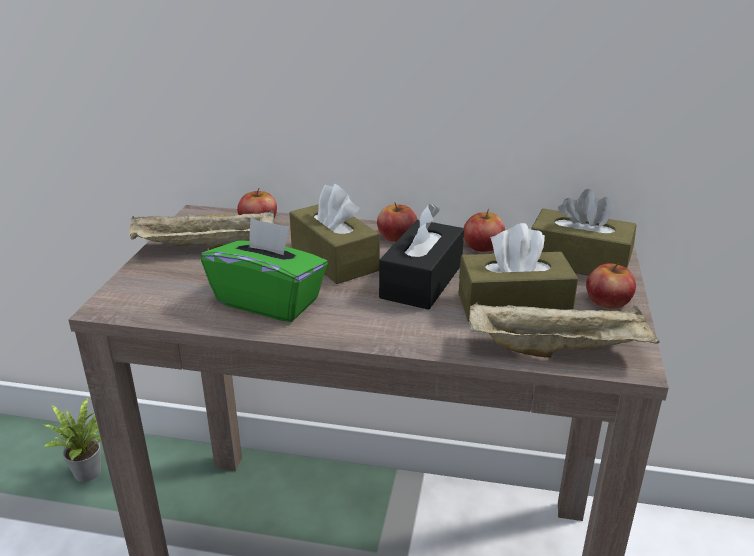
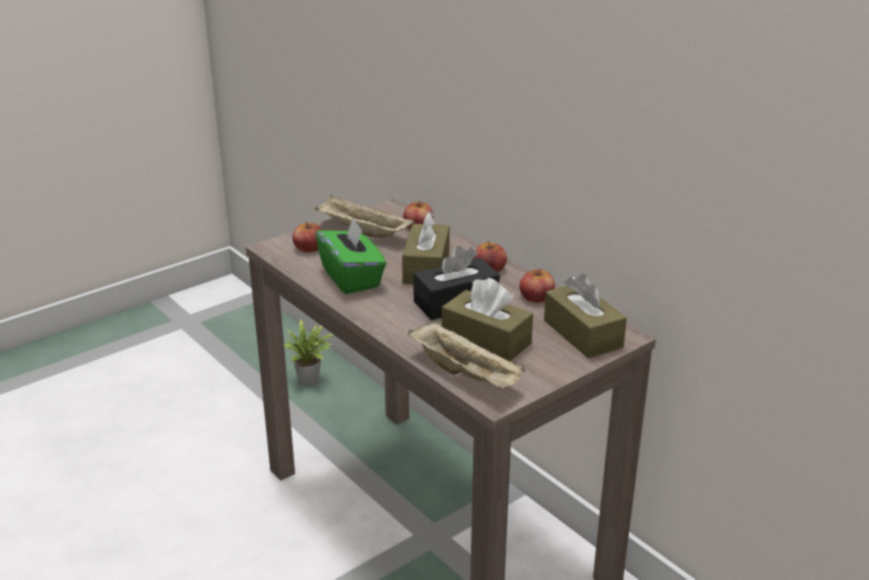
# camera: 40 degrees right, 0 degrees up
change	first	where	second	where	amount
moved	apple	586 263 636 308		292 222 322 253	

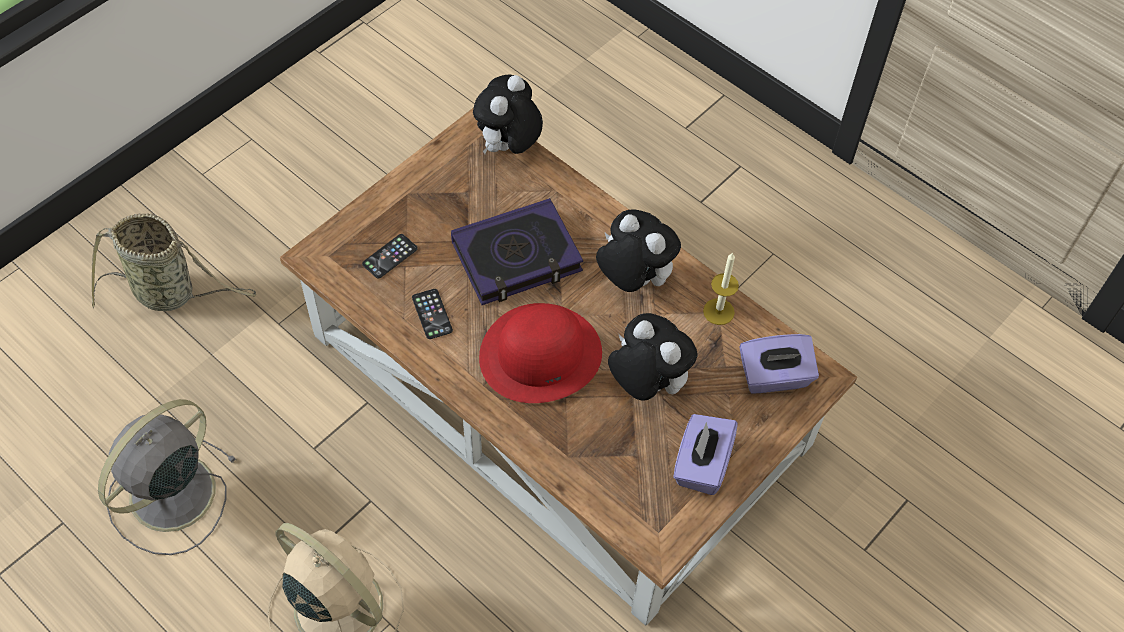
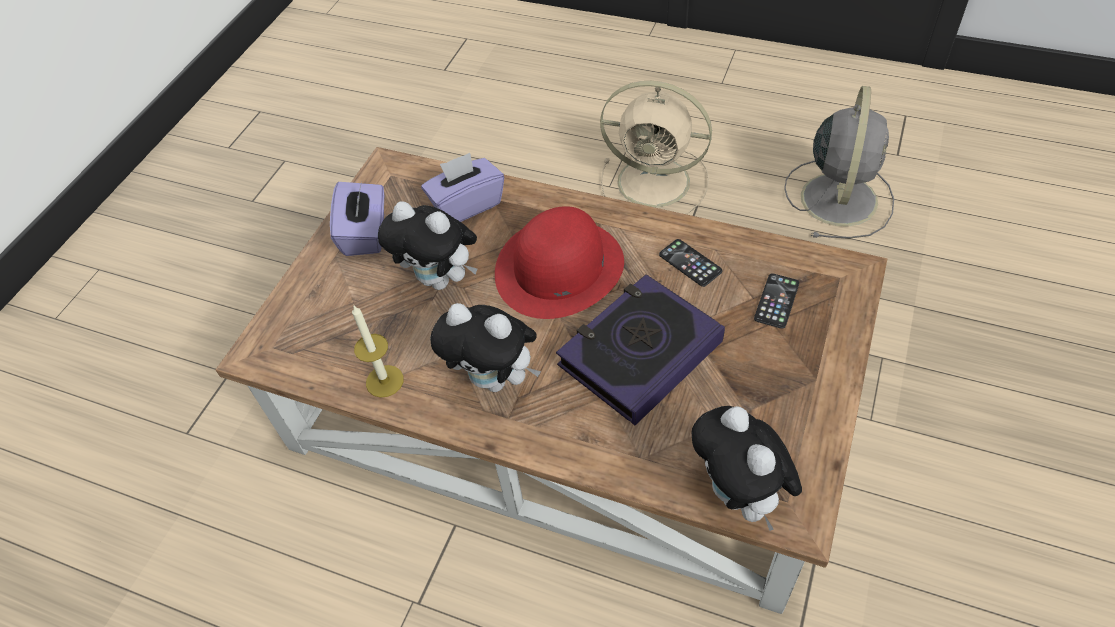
# camera: 165 degrees right, 5 degrees down
change	first	where	second	where	amount
removed	basket	92 214 256 311			
moved	purple tissue box	740 334 819 393		421 153 504 222	
turned	plush toy	473 74 543 154		692 406 802 531	150 degrees clockwise

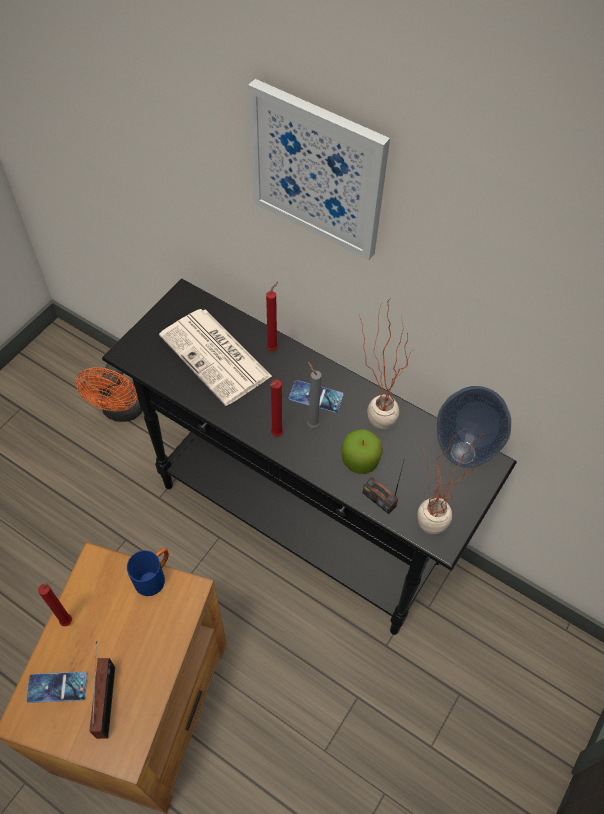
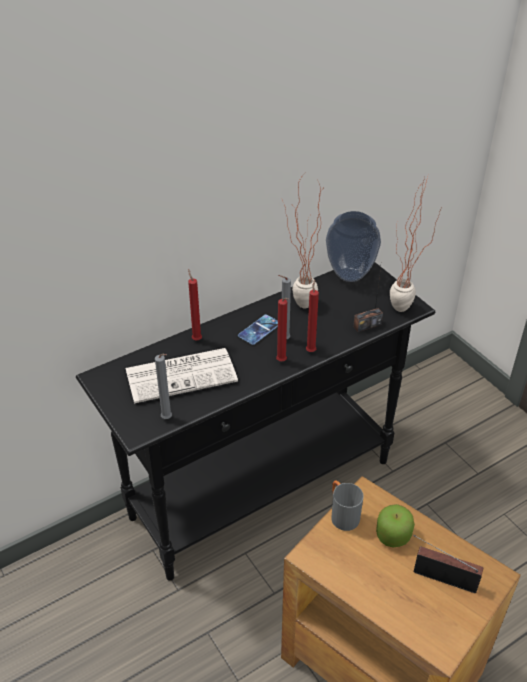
# camera: 65 degrees left, 15 degrees down
change	first	where	second	where	amount
removed	phone	26 672 87 703			
removed	orange fan	75 363 143 422			
removed	picture	248 79 390 260			
added			grey candle	155 353 172 419	
moved	red candle	38 581 72 626		306 279 319 352	
moved	apple	342 429 383 474		376 504 415 547	
recoloured	blue mug	127 548 169 596	grey mug	331 480 363 531	

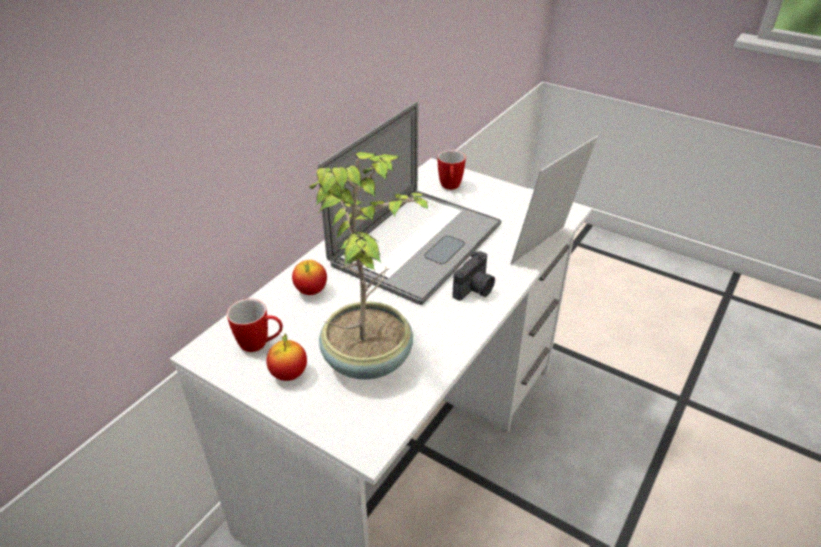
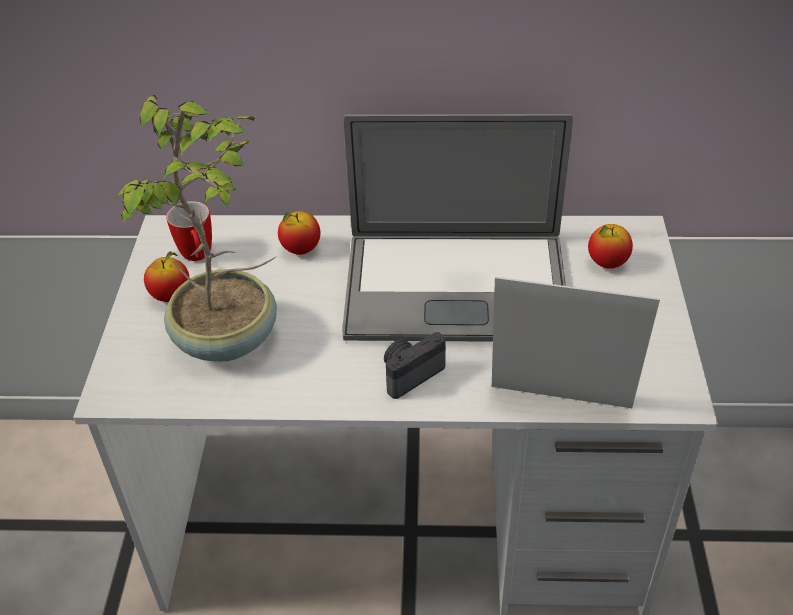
# camera: 60 degrees right, 5 degrees up
change	first	where	second	where	amount
replaced	mug	438 150 466 190	apple	588 224 633 269	
turned	photo camera	452 251 495 301		384 332 446 399	135 degrees clockwise

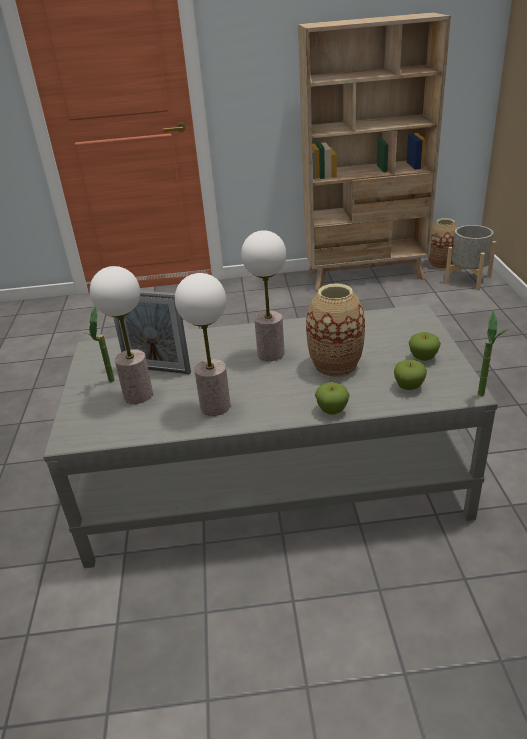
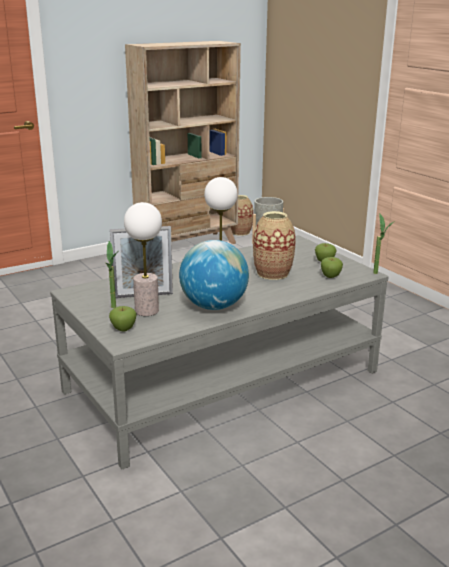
# camera: 30 degrees left, 10 degrees down
change	first	where	second	where	amount
moved	apple	315 382 350 415		109 306 136 331	
replaced	table lamp	175 273 231 416	globe	179 240 249 310	

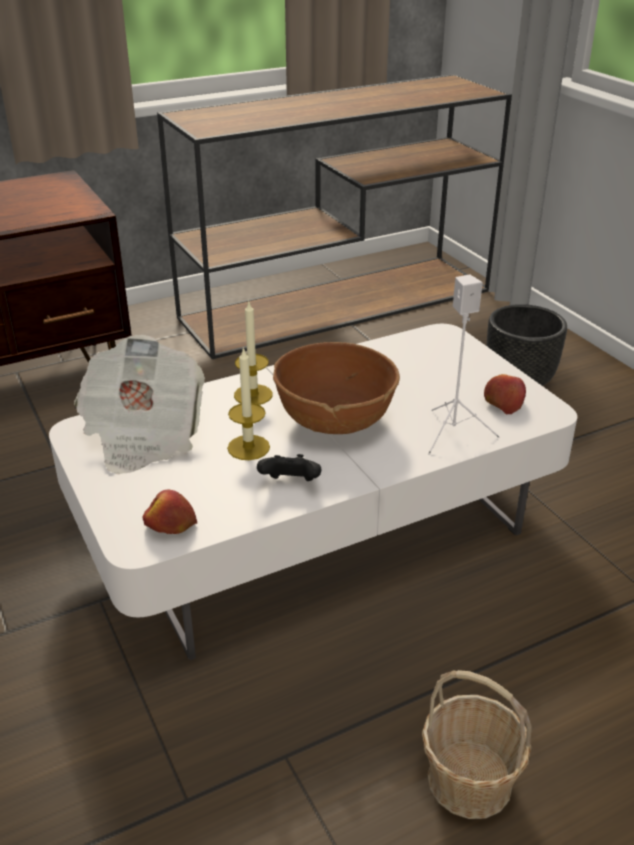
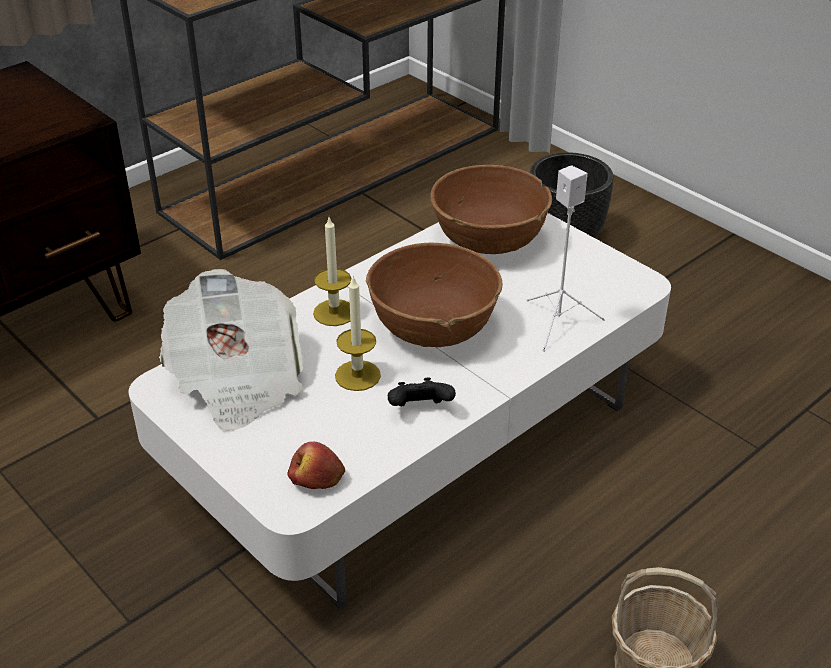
# camera: 15 degrees left, 5 degrees up
change	first	where	second	where	amount
removed	apple	484 374 526 414			
added			brown bowl	430 165 552 254	

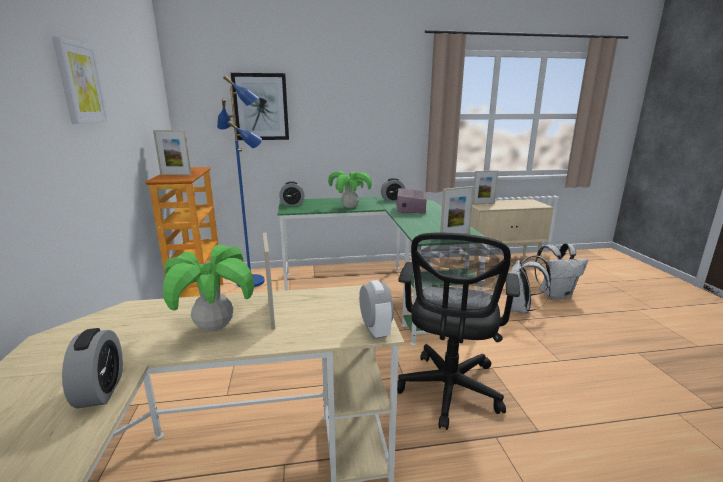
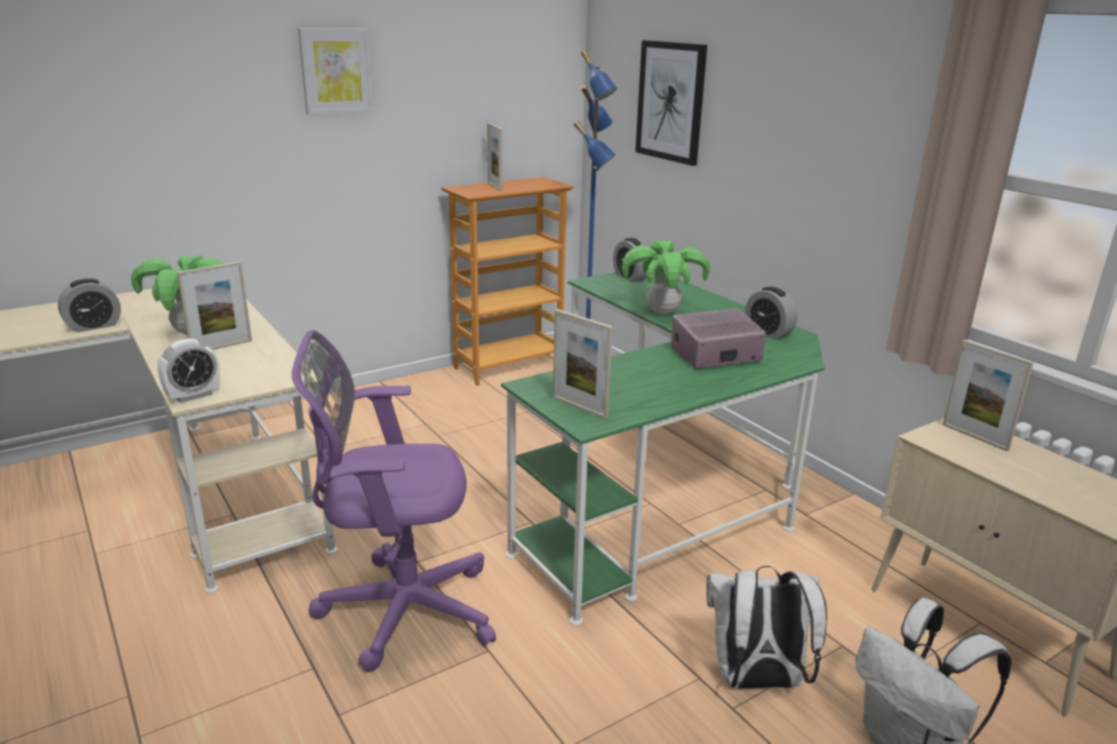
# camera: 65 degrees right, 5 degrees up
change	first	where	second	where	amount
recoloured	black office chair	397 233 520 430	purple office chair	292 330 496 672	

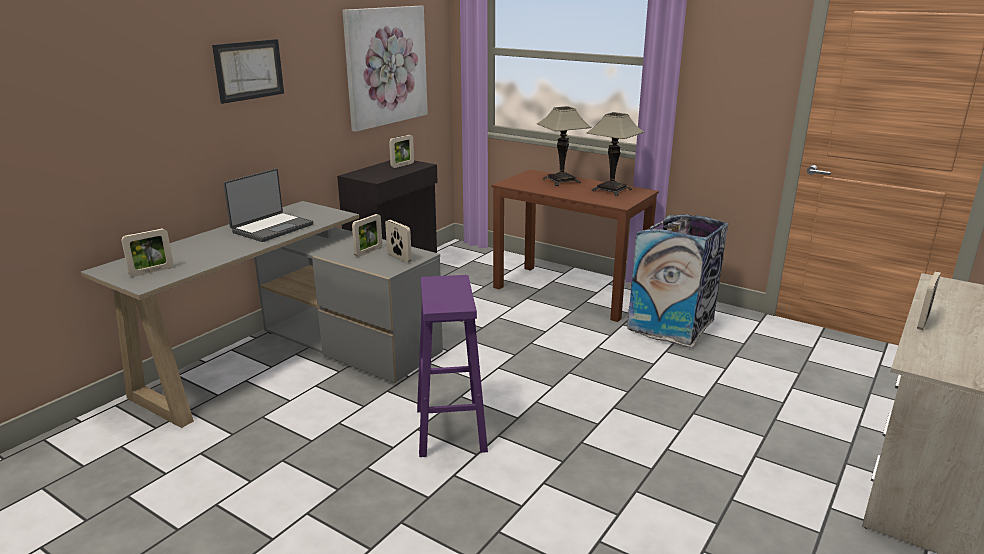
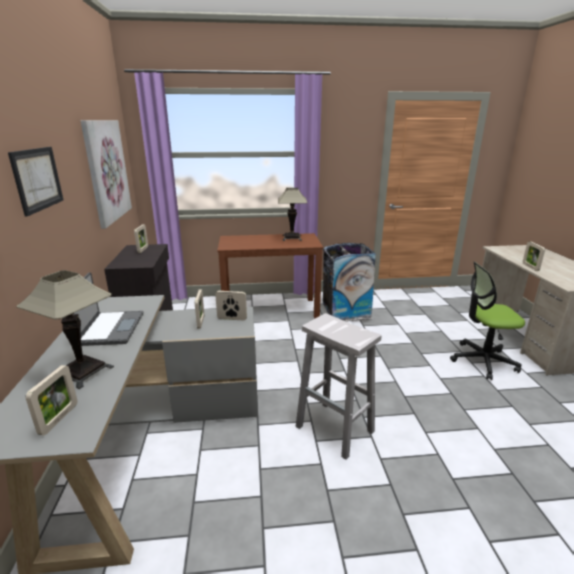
# camera: 40 degrees left, 0 degrees up
change	first	where	second	where	amount
added			office chair	450 261 525 380	
moved	table lamp	537 106 592 186		16 270 114 389	
recoloured	purple stool	417 275 488 457	white stool	296 313 381 460	

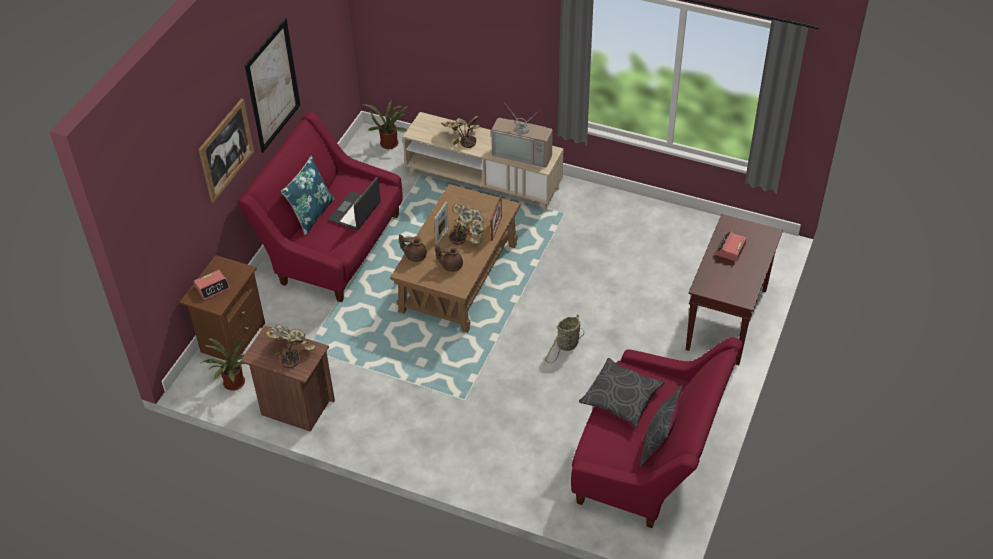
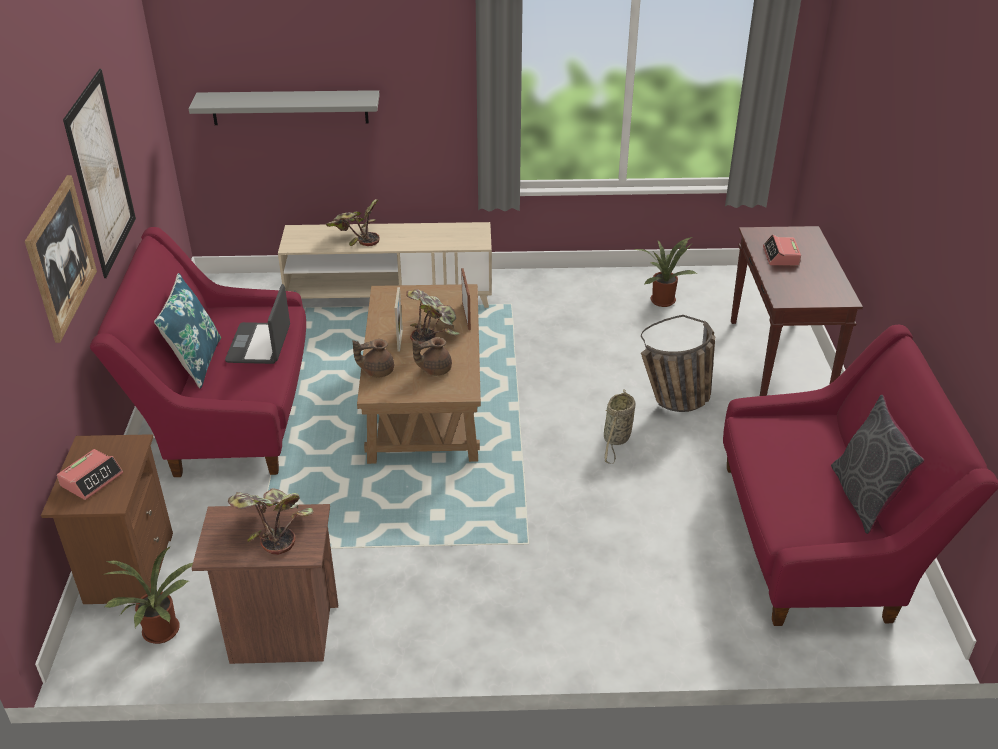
# camera: 25 degrees left, 10 degrees down
change	first	where	second	where	amount
removed	television	491 102 553 168			
removed	grey pillow	579 358 665 428			
added			grey shelf	188 90 380 125	
added			basket	641 315 715 412	
moved	potted plant	363 101 409 149		634 237 697 307	

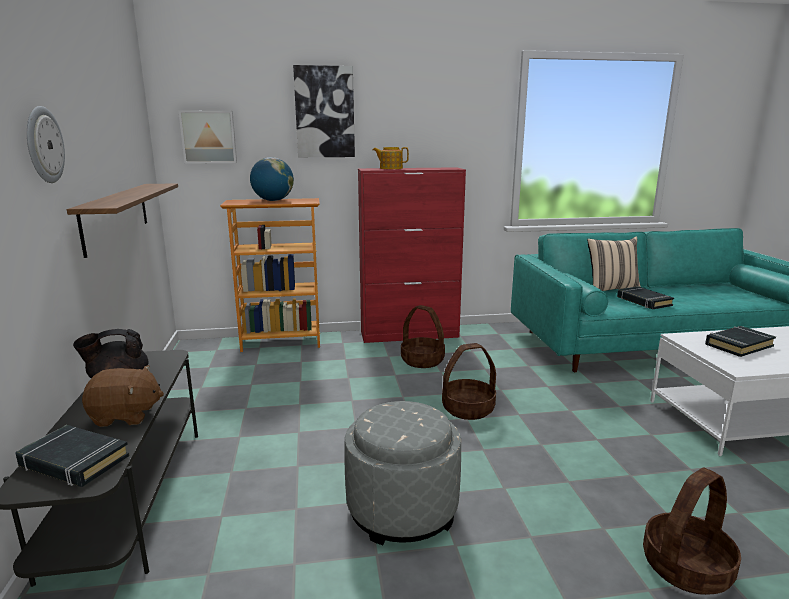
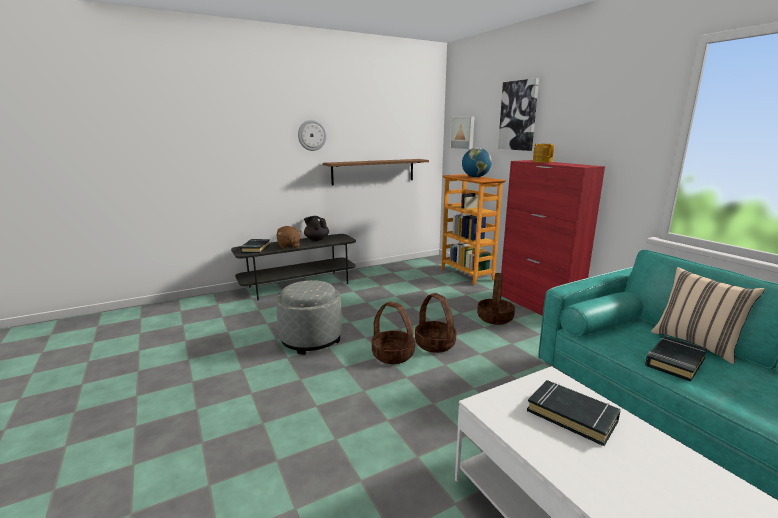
# camera: 70 degrees right, 0 degrees up
change	first	where	second	where	amount
moved	basket	643 468 741 595		372 302 415 364	

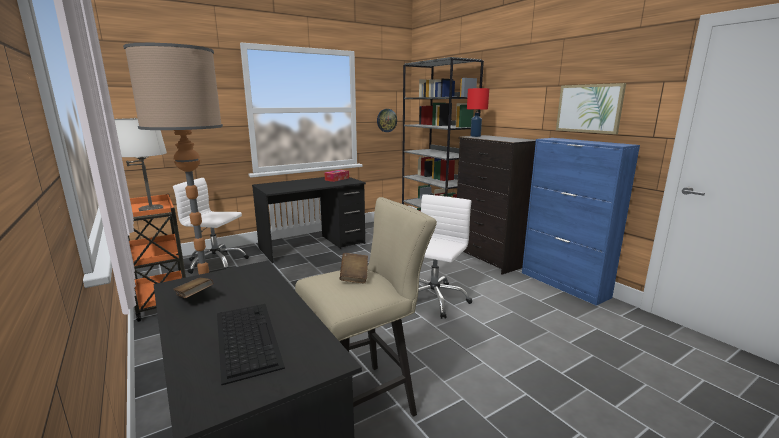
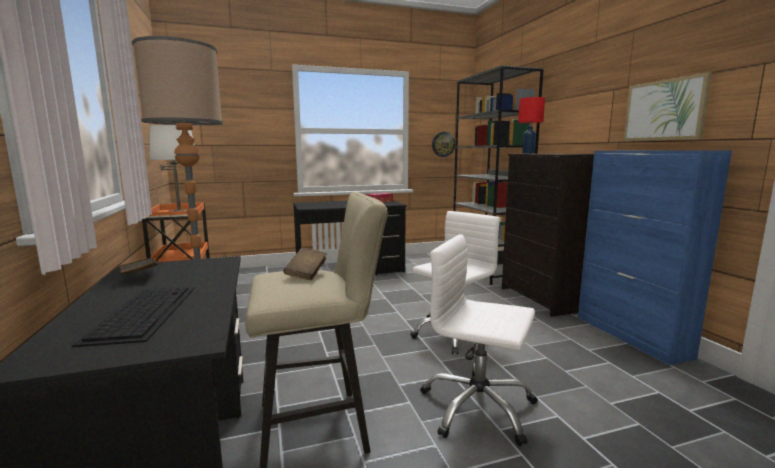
# camera: 15 degrees right, 5 degrees down
change	first	where	second	where	amount
moved	white office chair	173 178 249 274		421 234 538 446	

